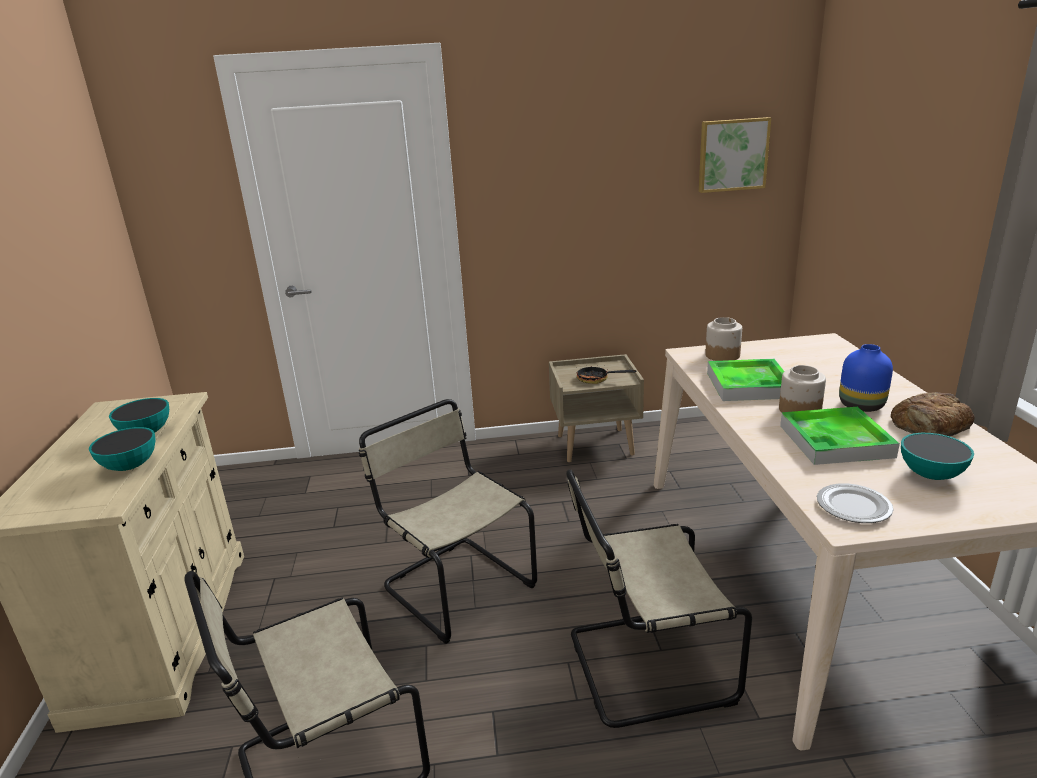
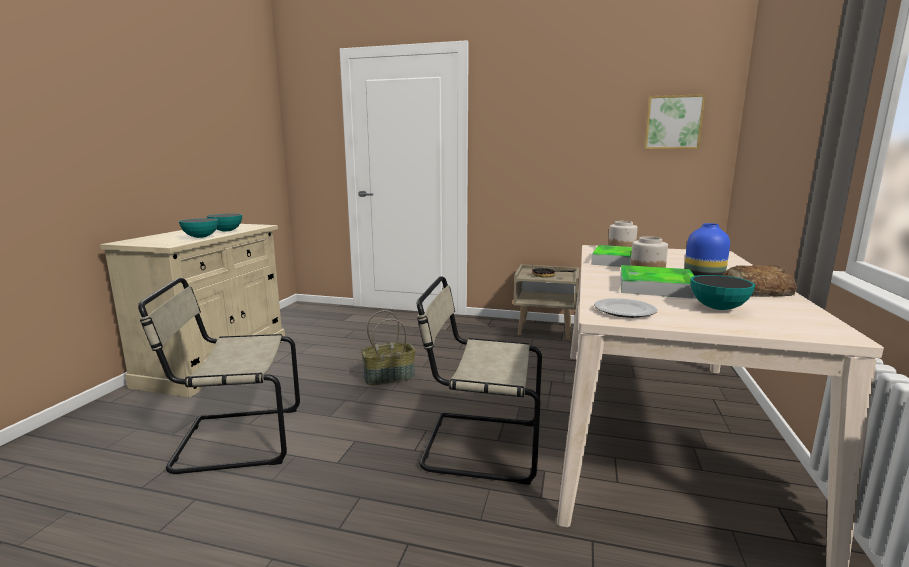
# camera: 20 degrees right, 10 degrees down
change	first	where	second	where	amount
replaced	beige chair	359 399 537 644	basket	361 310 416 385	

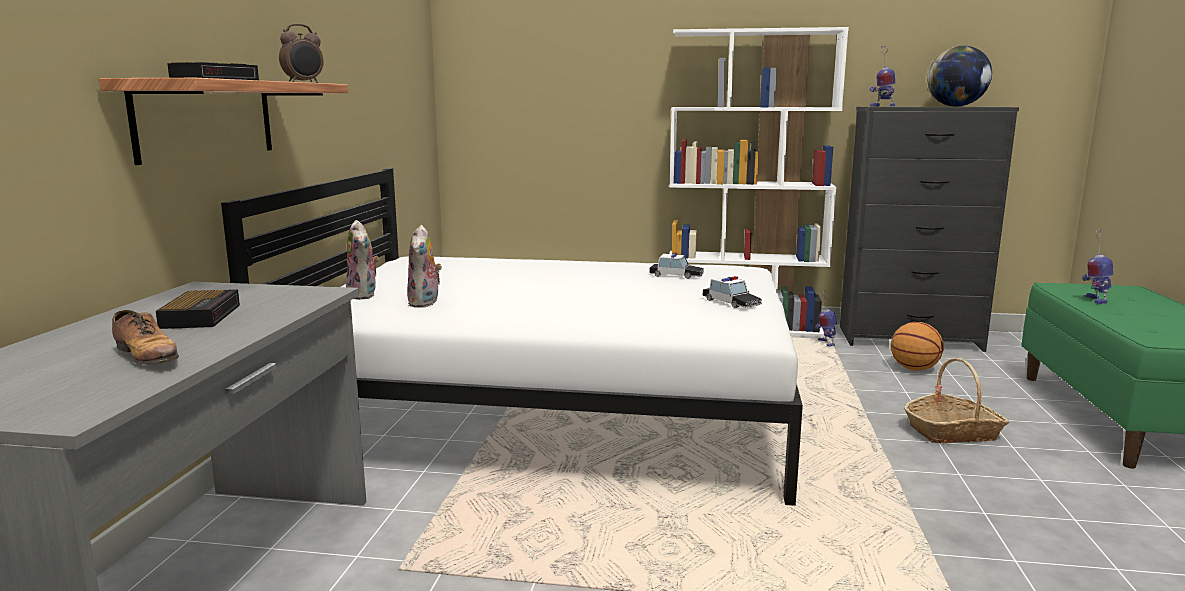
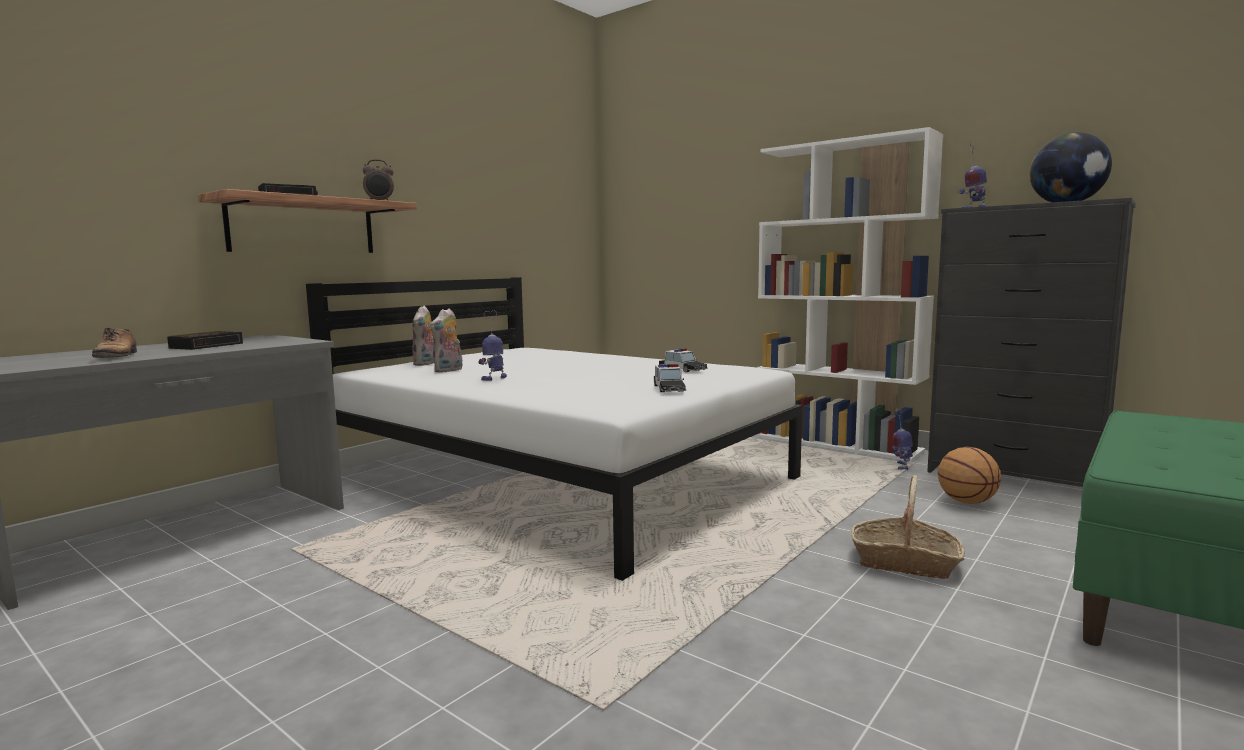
# camera: 30 degrees right, 5 degrees down
change	first	where	second	where	amount
moved	toy robot	1082 229 1113 304		479 311 507 381	

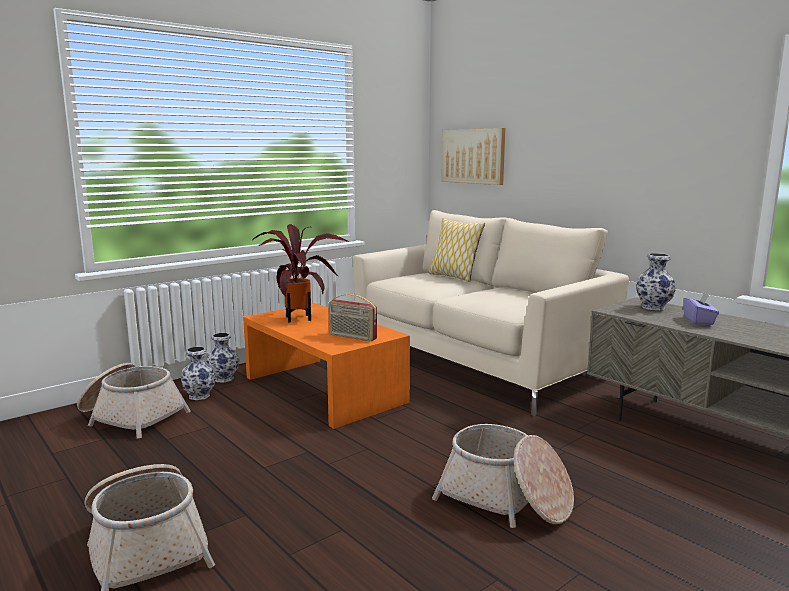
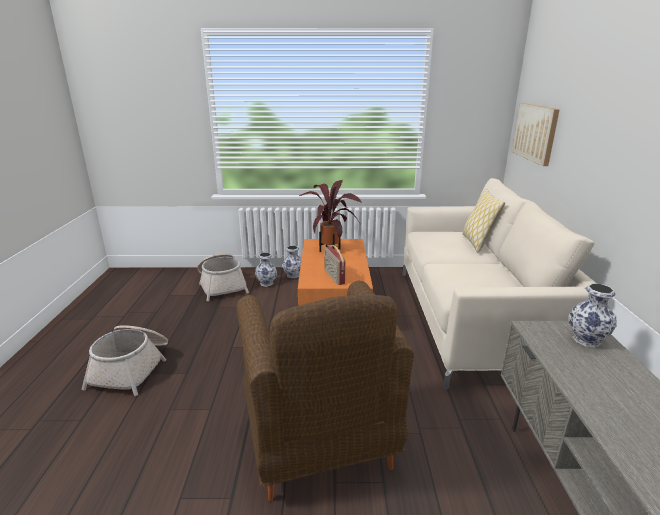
# camera: 40 degrees right, 10 degrees up
change	first	where	second	where	amount
removed	purple tissue box	683 292 719 325			
replaced	basket	432 424 574 528	brown armchair	236 281 414 501	

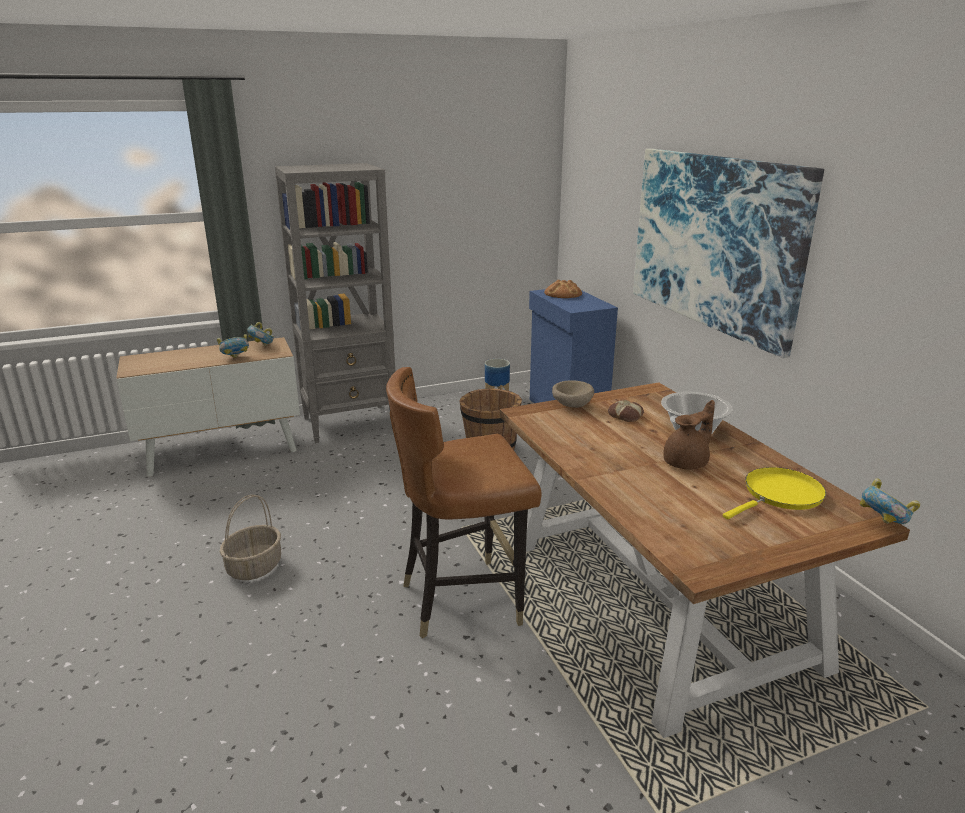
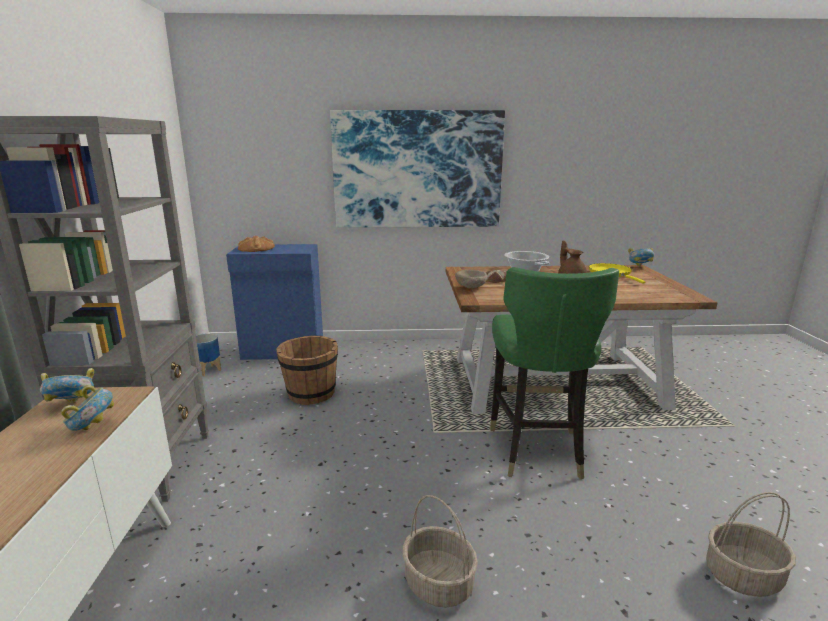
# camera: 70 degrees left, 5 degrees down
change	first	where	second	where	amount
added			basket	706 492 796 597	
recoloured	brown chair	386 367 542 639	green chair	490 267 619 479	

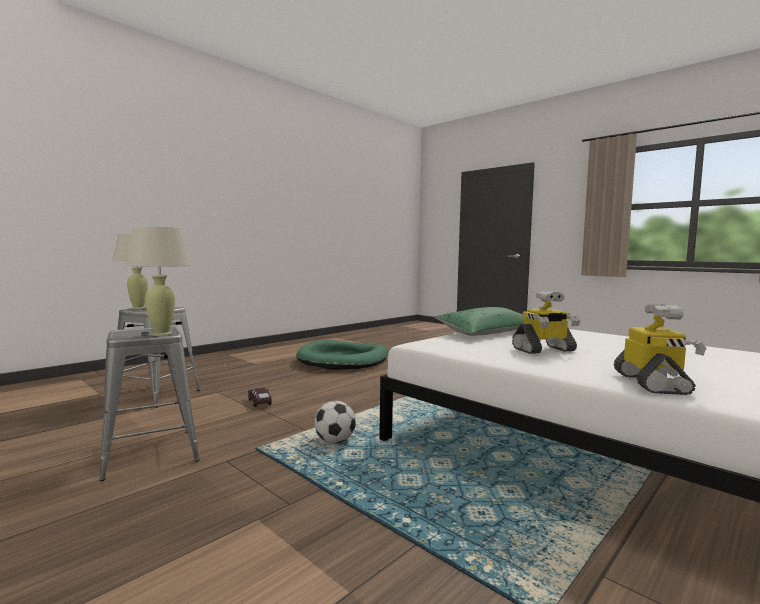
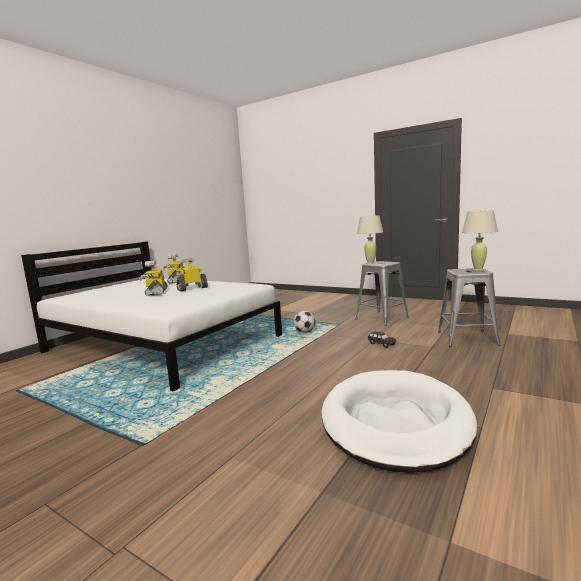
# camera: 170 degrees right, 5 degrees up
change	first	where	second	where	amount
removed	green pillow	434 307 524 336			
added			toy robot	139 261 168 296	
recoloured	green dog bed	296 339 388 370	white dog bed	322 370 477 473	

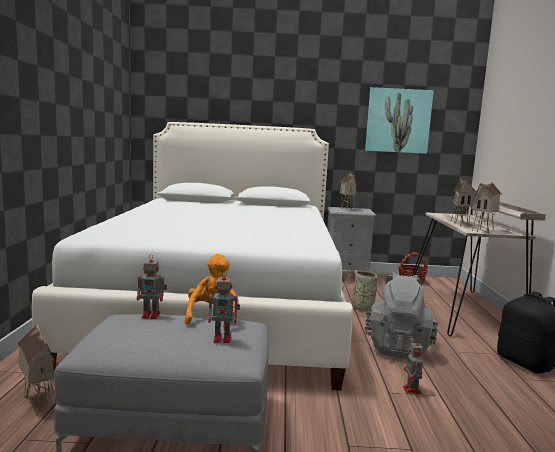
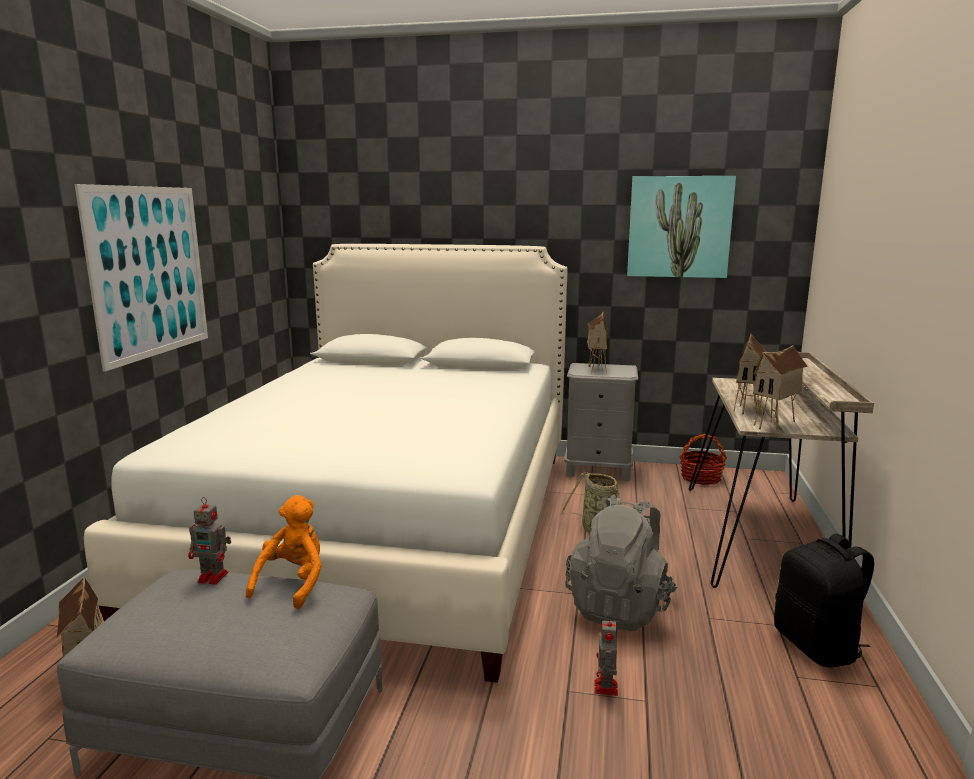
# camera: 10 degrees right, 5 degrees up
change	first	where	second	where	amount
removed	toy robot	208 271 240 343			
added			picture	75 184 208 372	

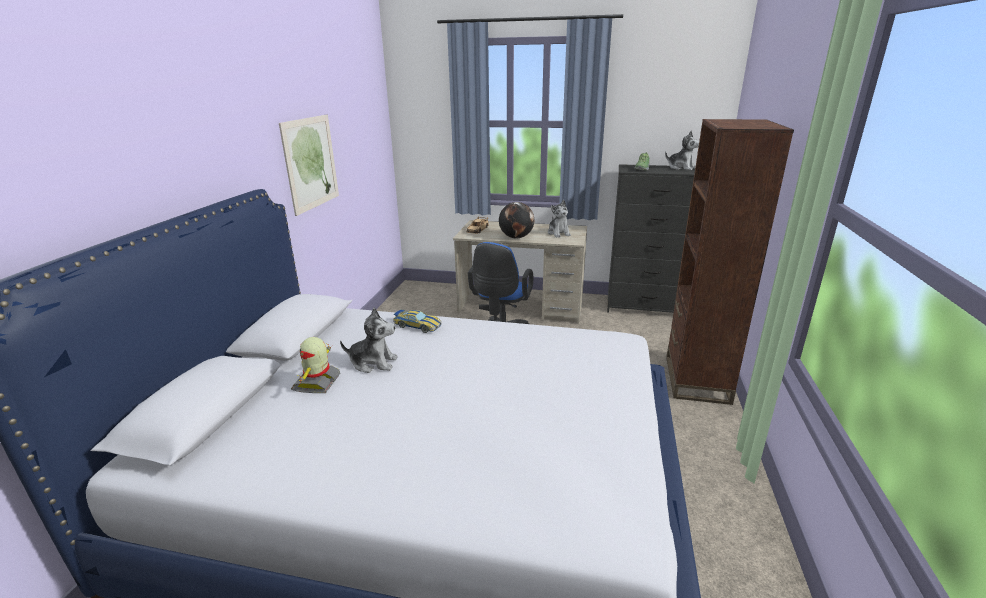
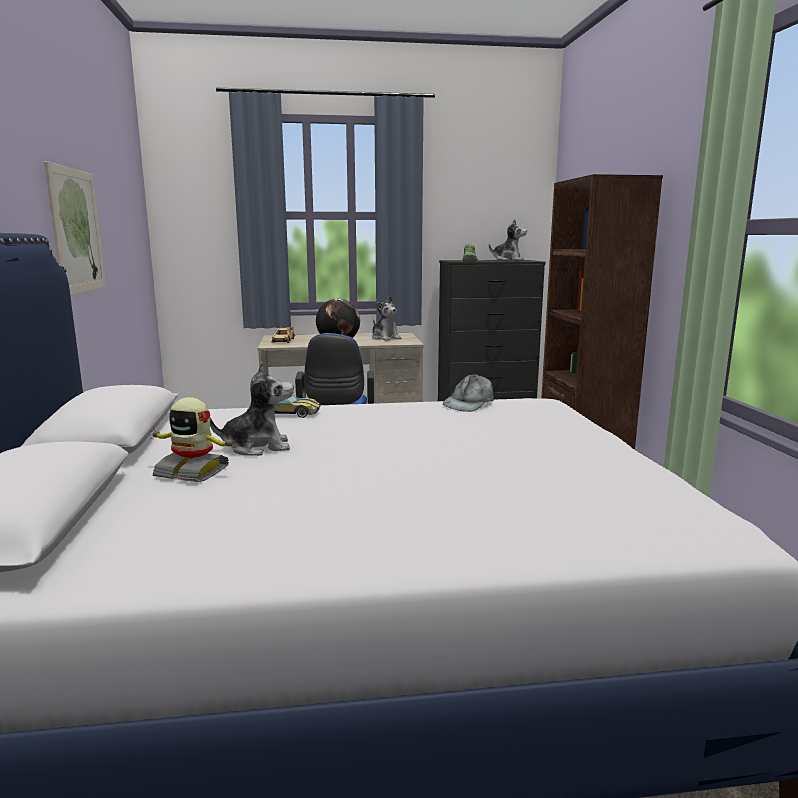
# camera: 20 degrees left, 10 degrees down
change	first	where	second	where	amount
added			grey cap	443 374 494 412	
turned	toy robot	291 337 340 393		149 397 237 482	60 degrees counterclockwise

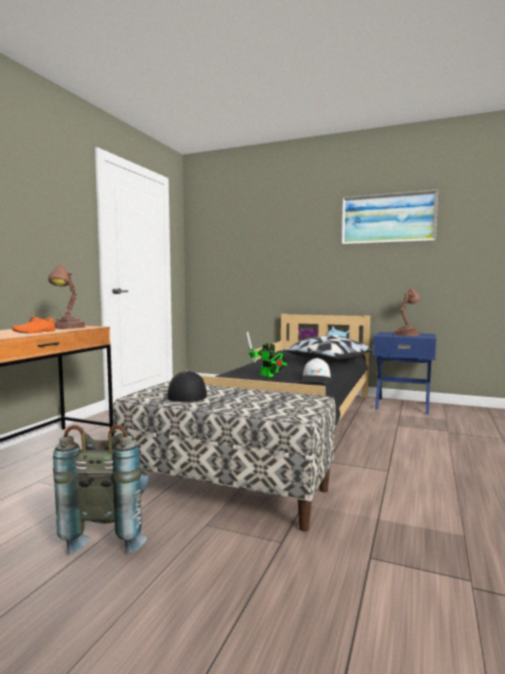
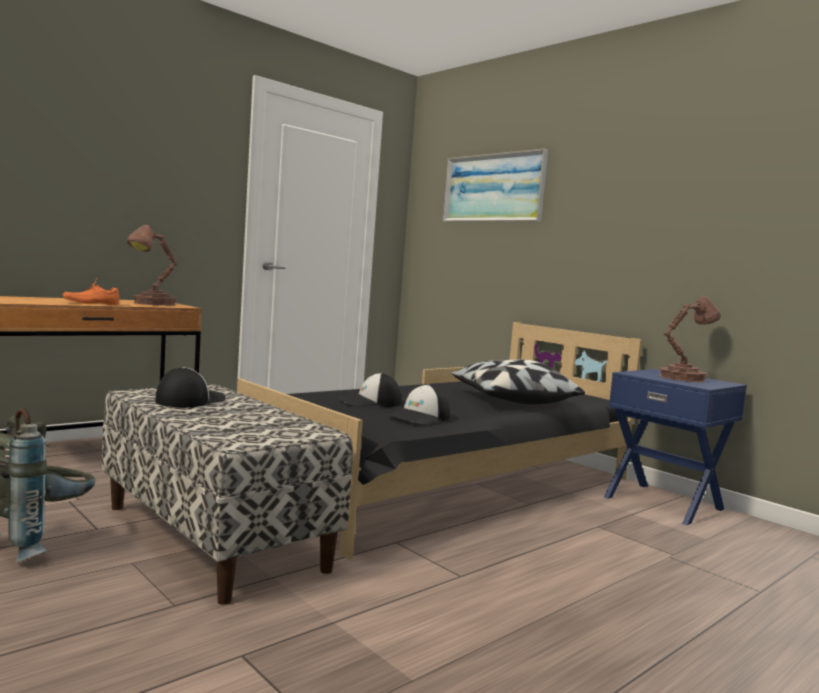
# camera: 25 degrees right, 0 degrees up
change	first	where	second	where	amount
moved	picture	341 189 438 245		442 149 548 222	
replaced	toy robot	247 331 288 377	cap	338 373 401 407	

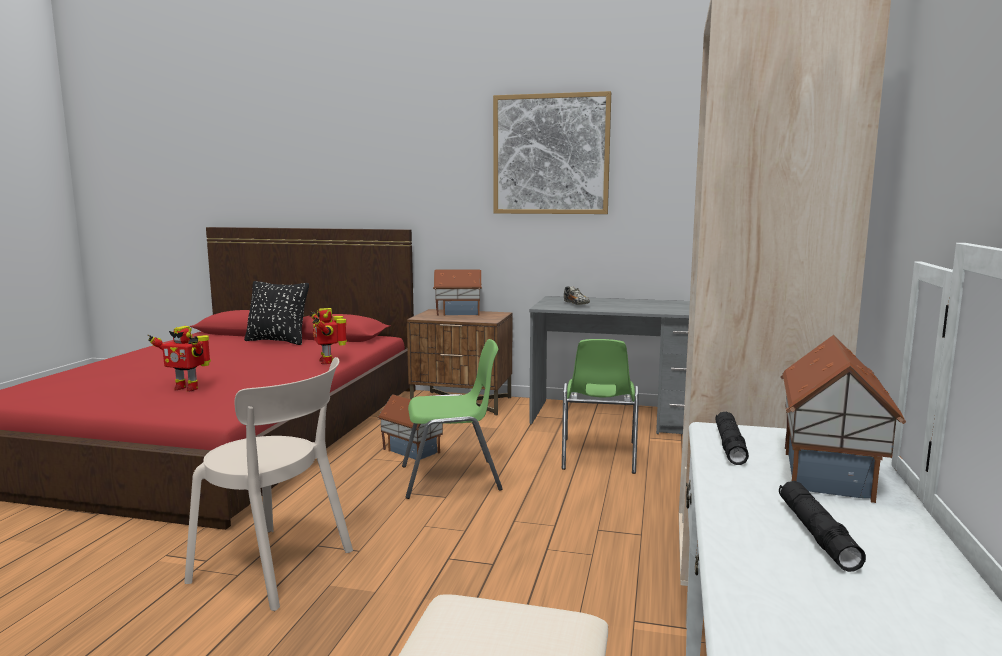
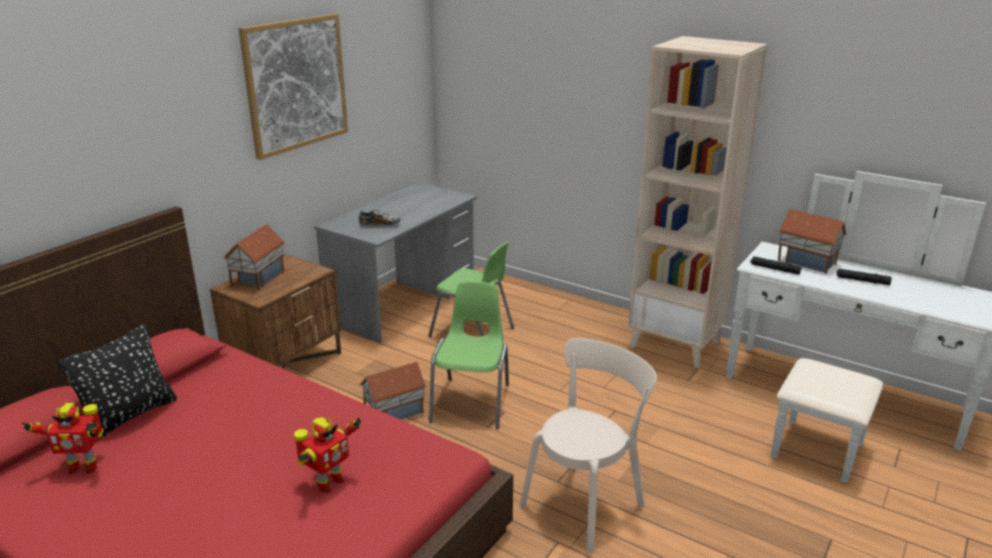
# camera: 70 degrees left, 15 degrees up
change	first	where	second	where	amount
moved	toy robot	310 308 347 364		21 403 104 474	

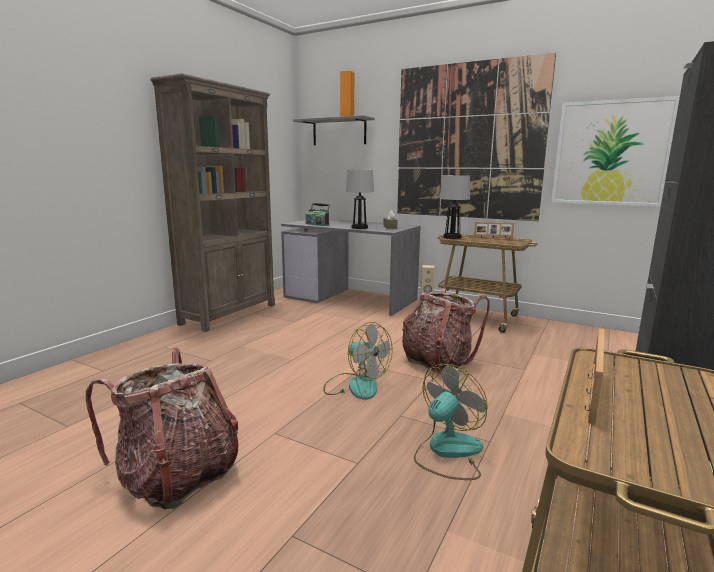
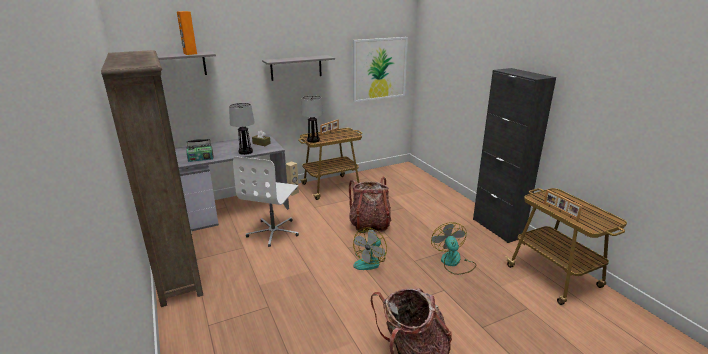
# camera: 55 degrees left, 10 degrees up
change	first	where	second	where	amount
added			white office chair	233 156 299 247	
replaced	picture	397 53 556 221	grey shelf	262 55 335 81	
turned	fan	323 322 393 400		353 227 387 270	135 degrees clockwise

